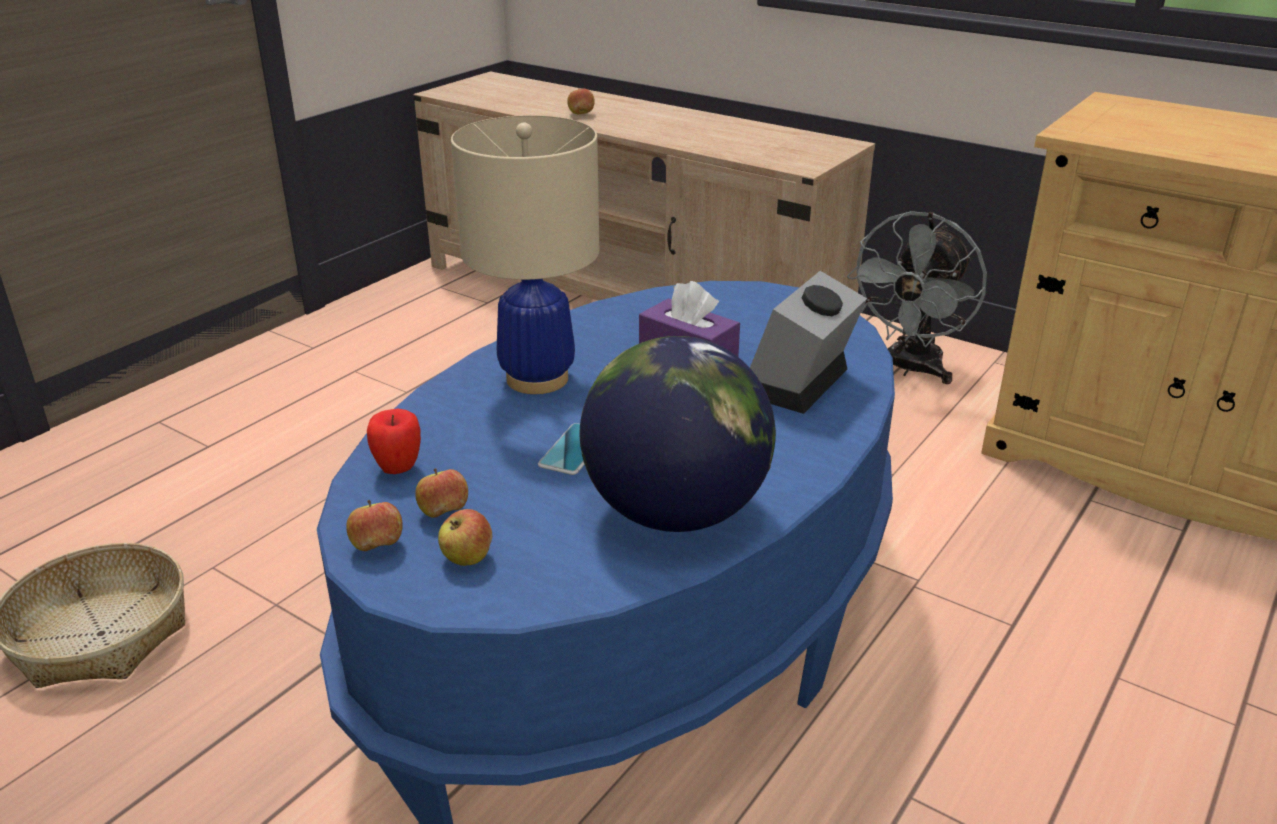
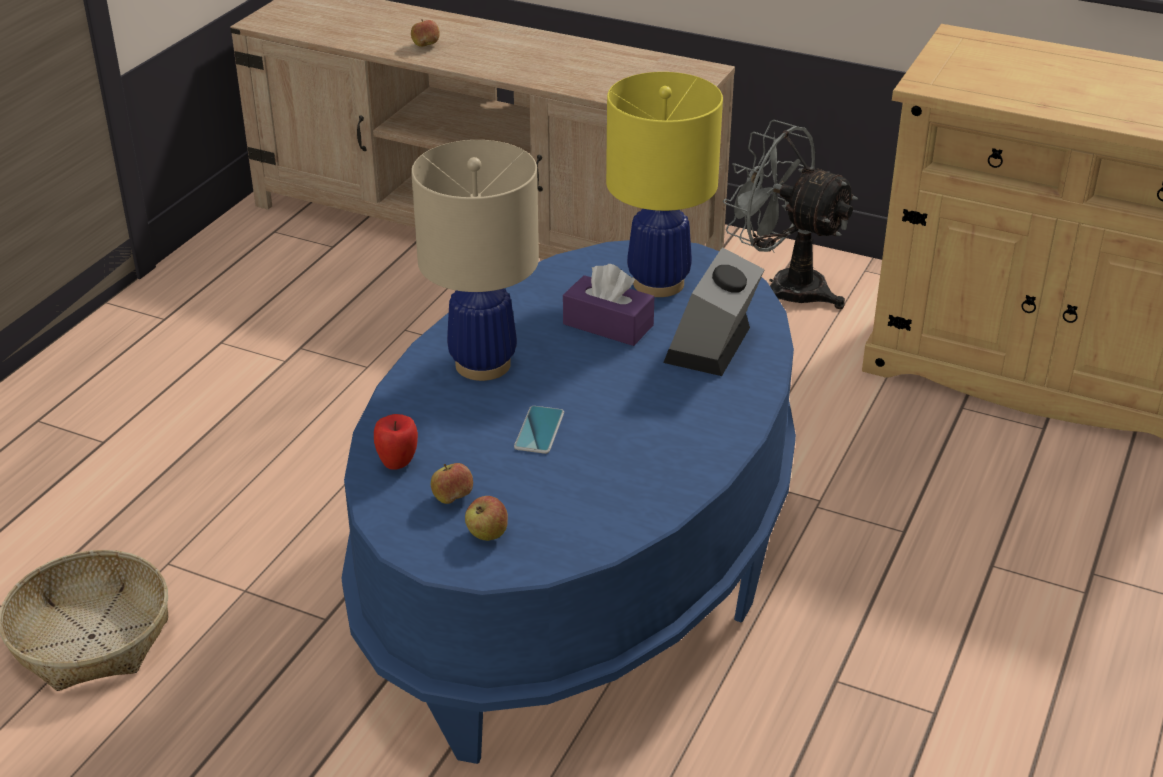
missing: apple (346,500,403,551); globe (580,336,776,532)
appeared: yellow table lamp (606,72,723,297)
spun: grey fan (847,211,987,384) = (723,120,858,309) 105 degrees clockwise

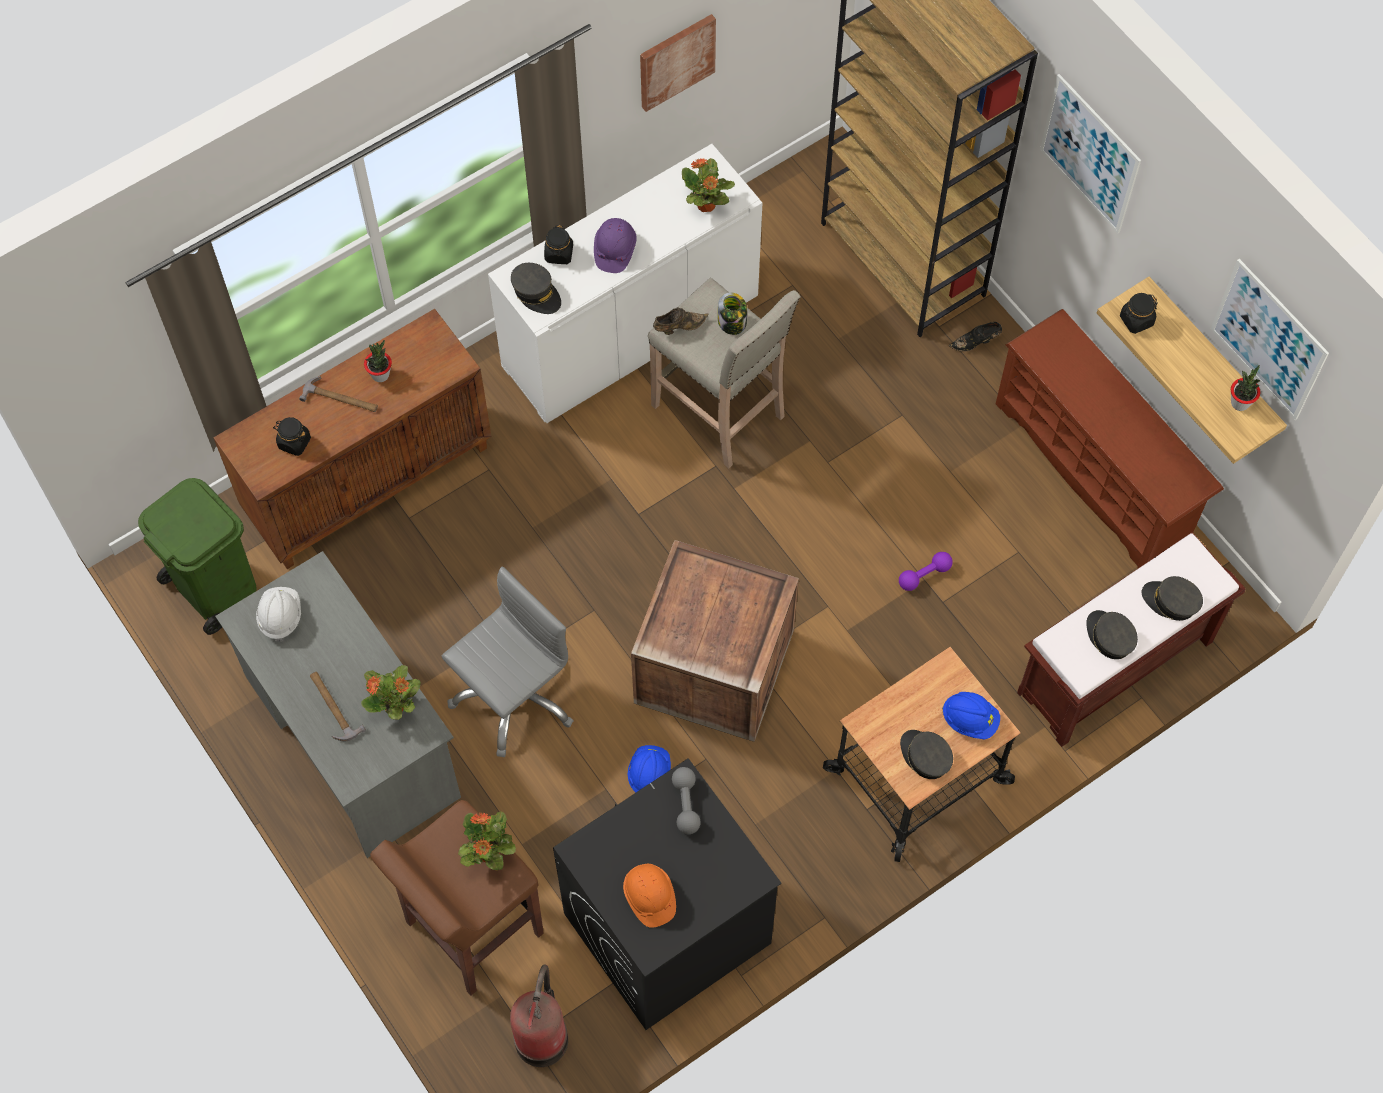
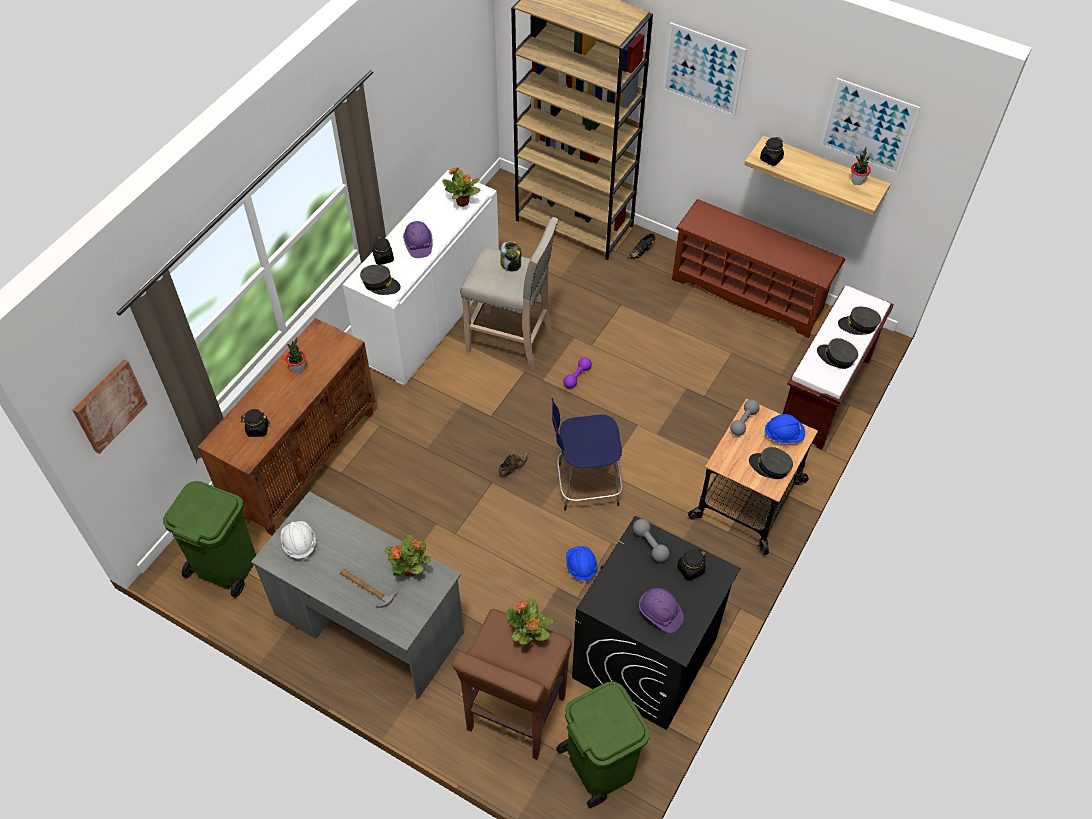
missing: hammer (299,376,378,412); grey office chair (442,566,573,757)
appeared: black jar (677,549,706,581); grey dumbbell (730,400,760,436)
relocated: picture (640,14,716,112) to (73,359,148,454); brown shoe (653,307,709,335) to (499,452,529,476); purple dumbbell (899,552,953,591) to (563,357,592,388)
exchanged: crate (631,540,799,742) to blue stool (552,398,623,511); fire extinguisher (510,965,568,1067) to green trash can (556,681,650,808)
colour: orange hard hat (623,864,676,928) to purple hard hat (639,588,684,633)

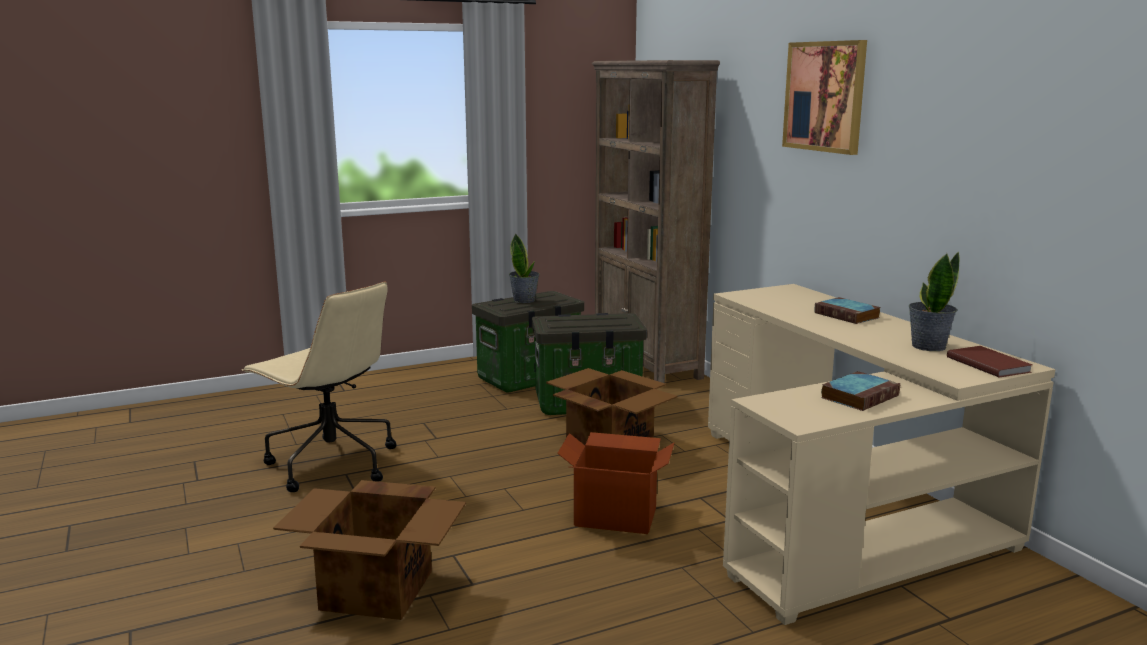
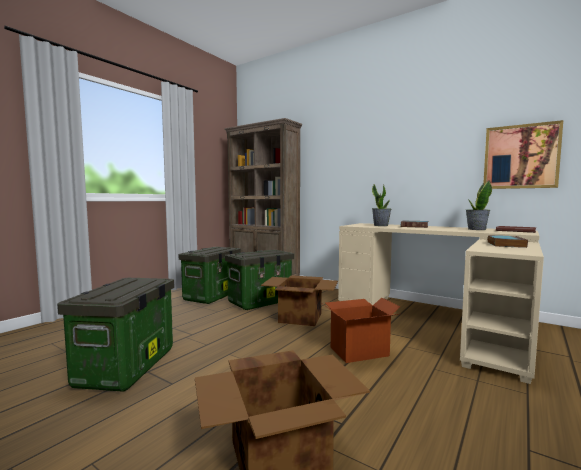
relocated: potted plant (509,233,540,303) to (372,184,391,226); picture (782,40,867,155) to (484,120,563,189)
exchanged: beige office chair (242,282,396,492) to storage box (57,278,174,392)

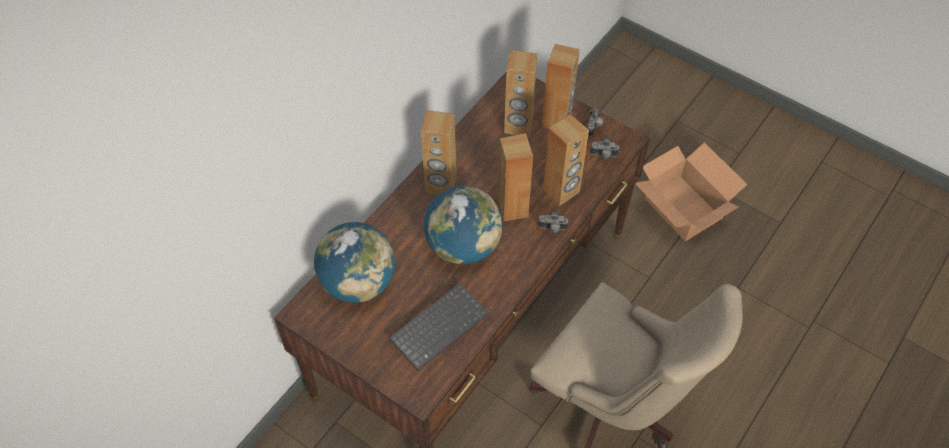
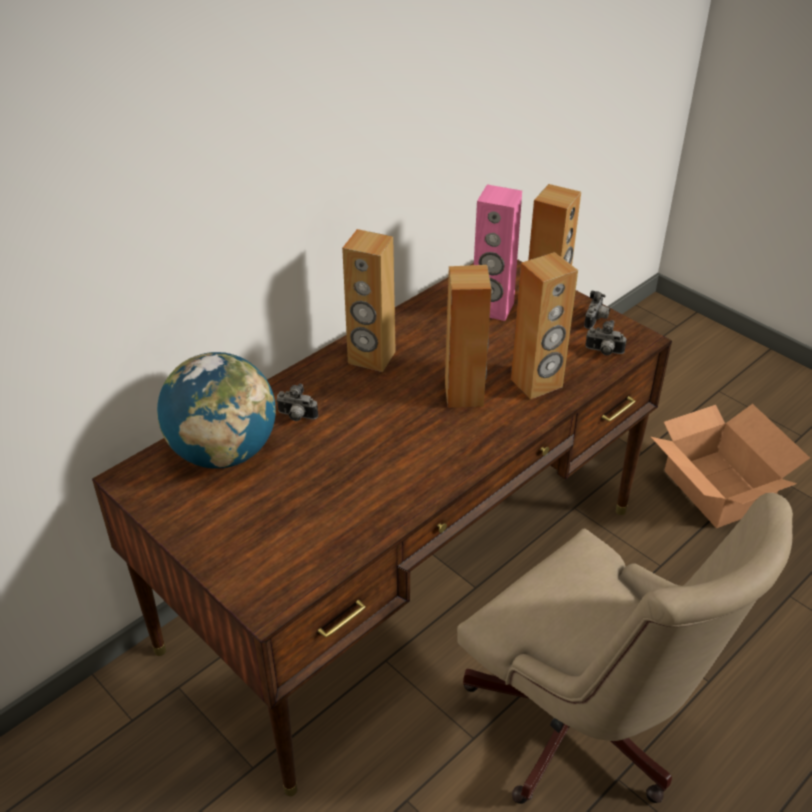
missing: keyboard (389,283,489,371); globe (424,186,503,264)
relocated: photo camera (538,209,569,234) to (276,384,318,421)
colour: brown speaker (504,50,537,137) to pink speaker (474,184,522,321)

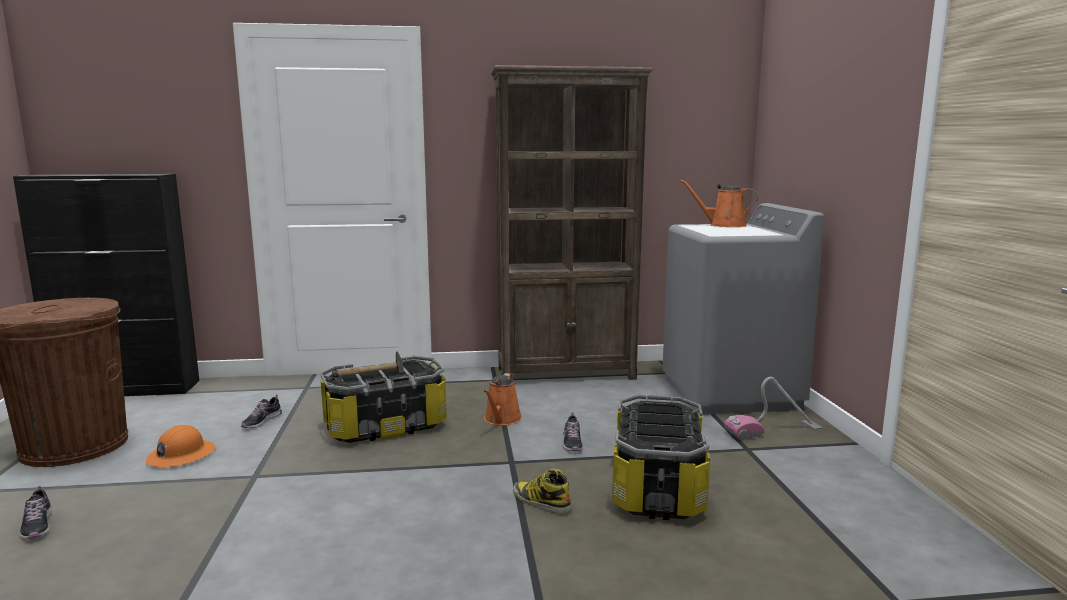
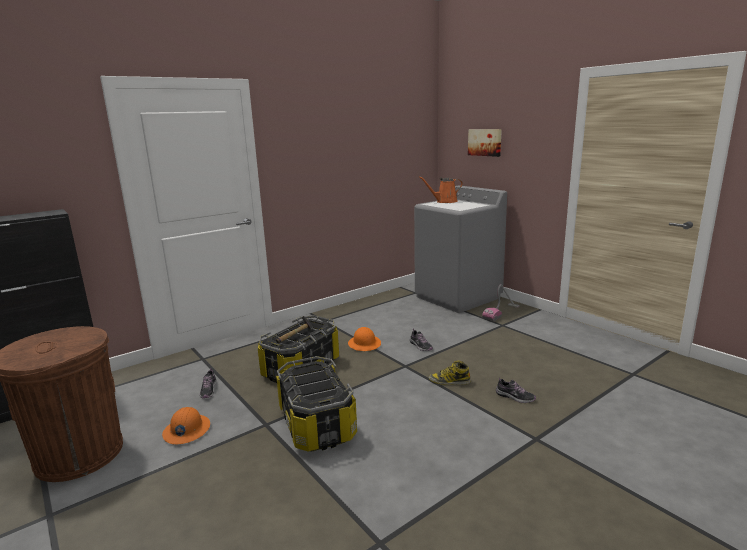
missing: brown bookcase (491,65,653,380)
appeared: picture (468,129,502,157)
relocated: storage box (613,395,710,520) to (276,356,357,452); shoe (19,486,52,540) to (496,377,536,403)
exchanged: orange watering can (484,373,522,426) to orange hard hat (348,327,381,351)

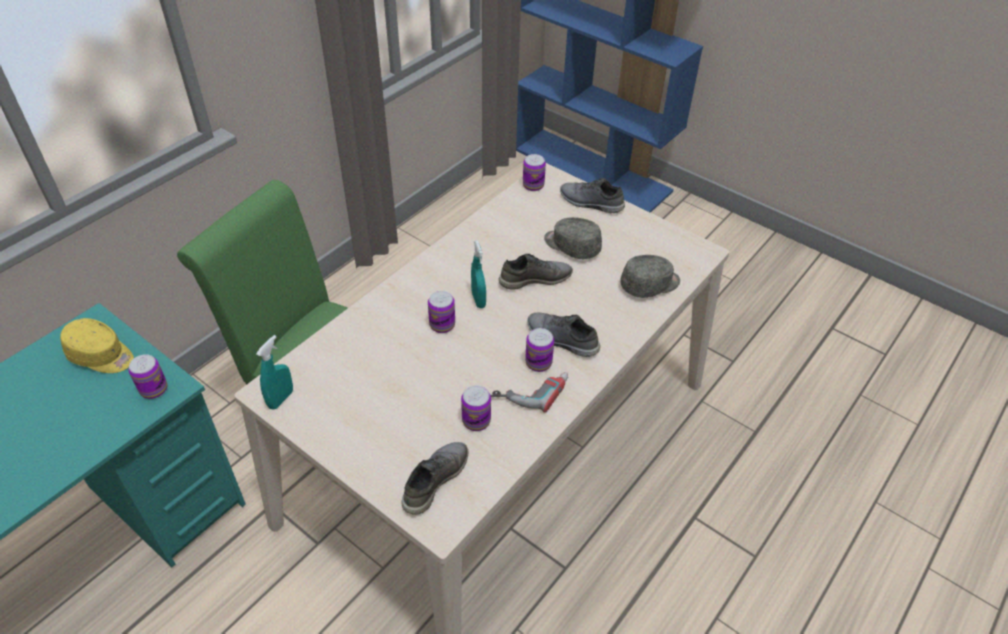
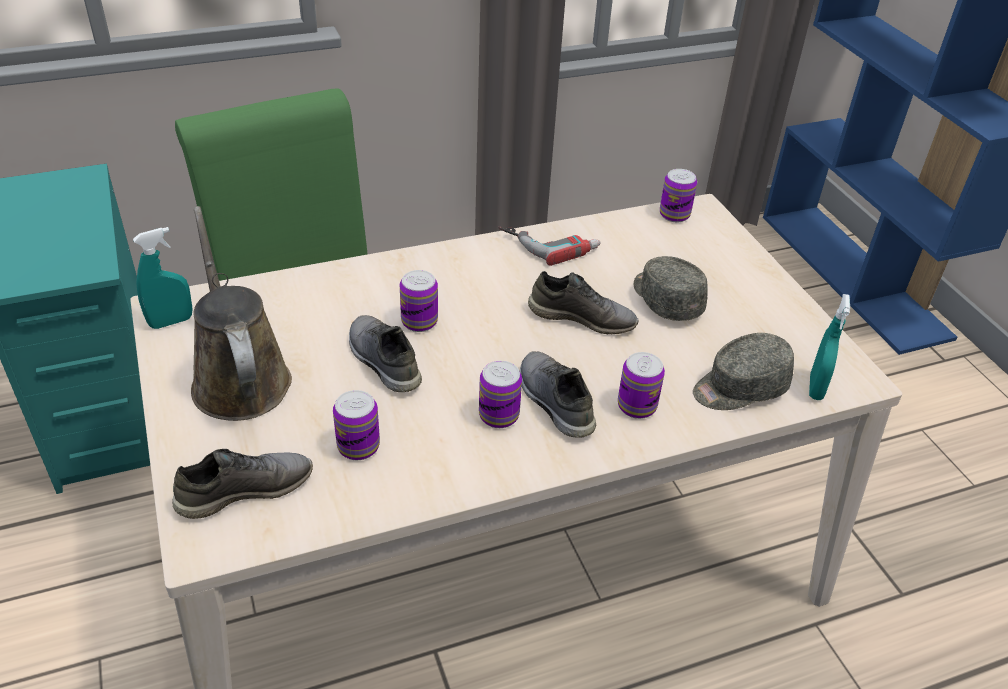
missing: yellow cap (60,318,134,373)
appeared: brown watering can (191,206,292,421)
relocated: grey shoe (560,178,625,213) to (349,315,422,392); power drill (491,372,568,413) to (498,226,601,266); can (128,354,167,399) to (618,352,665,419); turquoise spray bottle (471,240,486,308) to (809,294,850,400)
spun: grey cap (620,255,680,298) = (693,333,794,410) 150 degrees clockwise

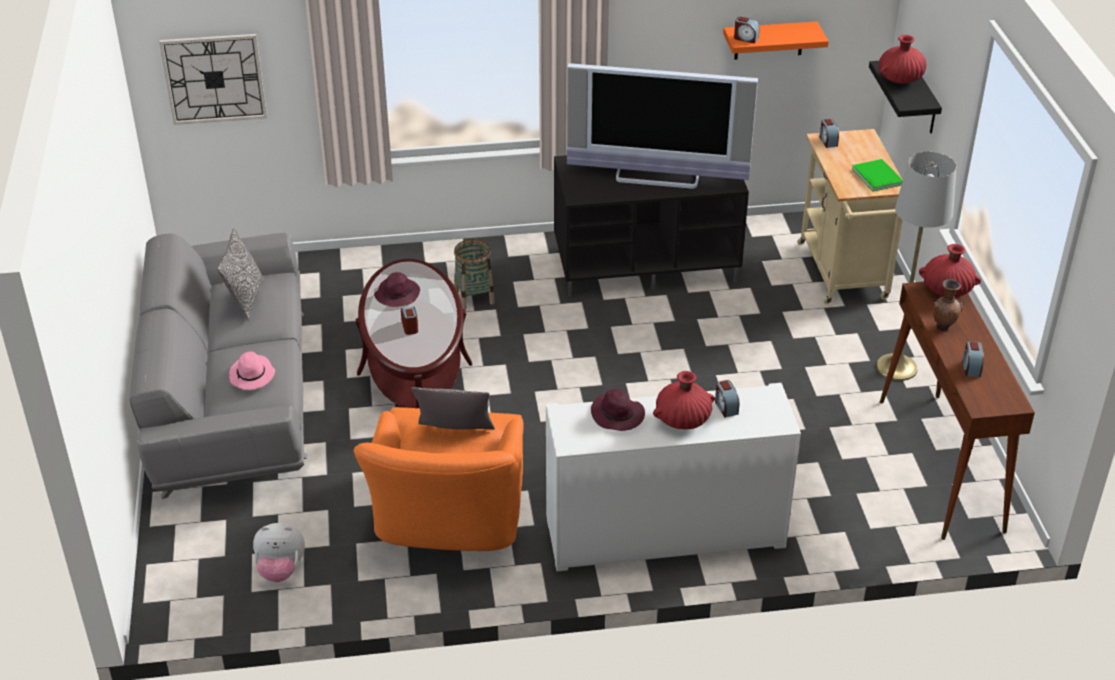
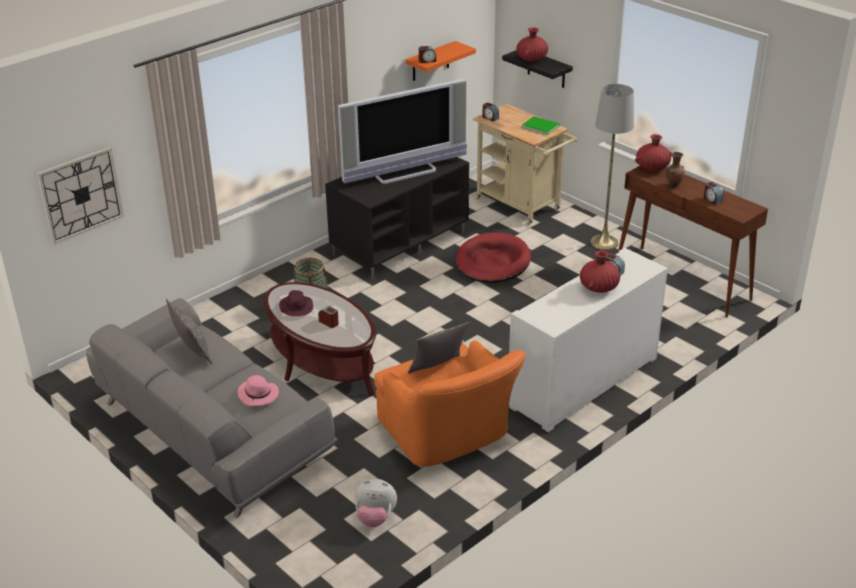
missing: purple hat (591,389,645,431)
appeared: red dog bed (456,233,531,283)
spun: plush toy (253,523,305,582) = (356,479,397,527) 45 degrees clockwise

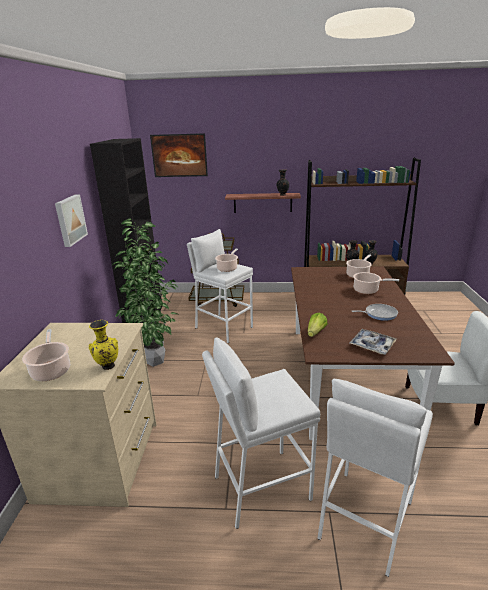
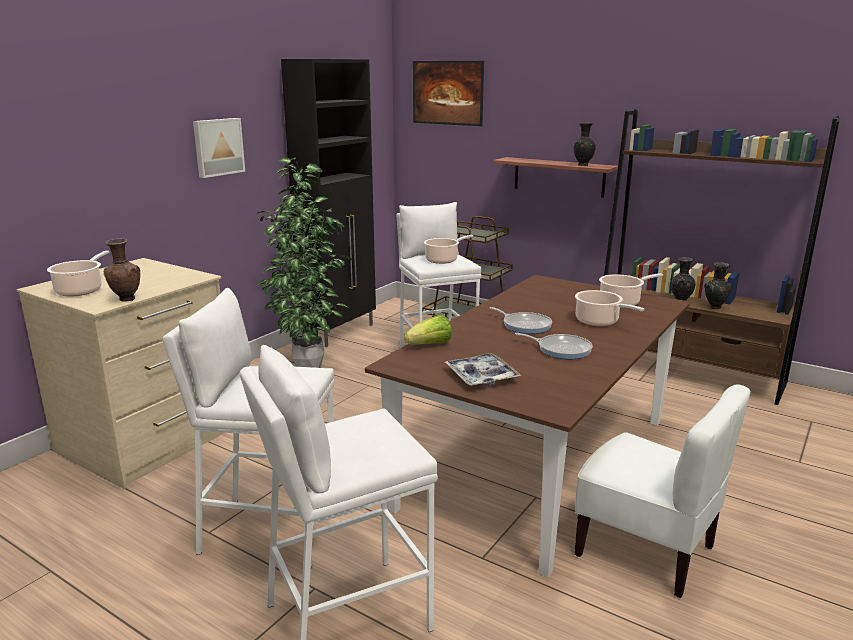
appeared: frying pan (490,307,552,334)
colour: yellow vase (89,320,118,370) to brown vase (104,239,140,302)

